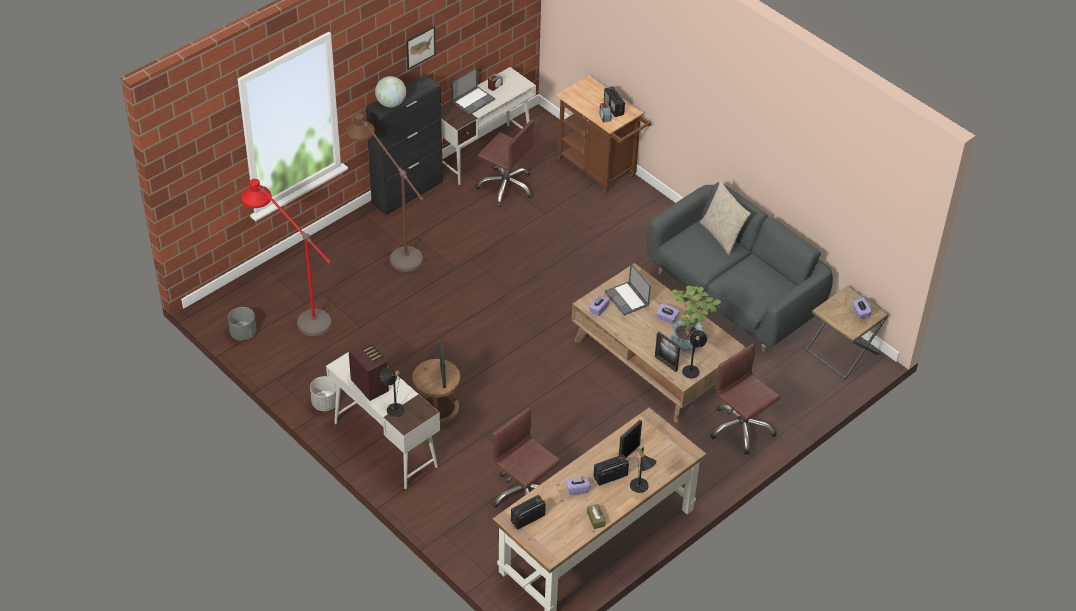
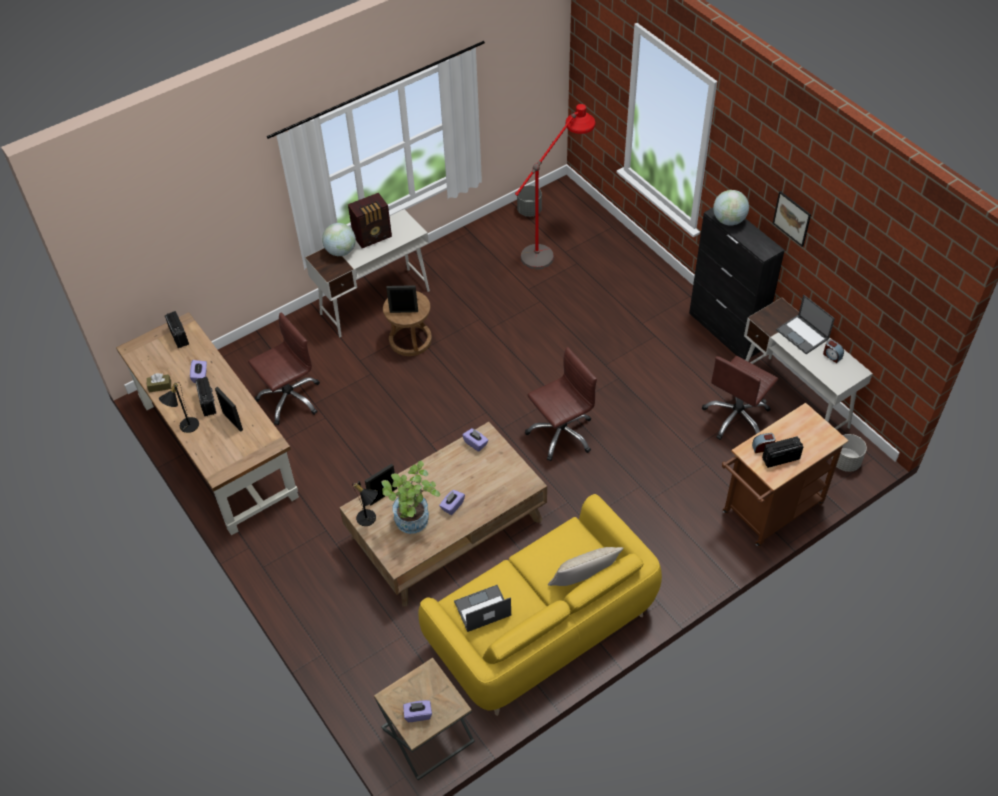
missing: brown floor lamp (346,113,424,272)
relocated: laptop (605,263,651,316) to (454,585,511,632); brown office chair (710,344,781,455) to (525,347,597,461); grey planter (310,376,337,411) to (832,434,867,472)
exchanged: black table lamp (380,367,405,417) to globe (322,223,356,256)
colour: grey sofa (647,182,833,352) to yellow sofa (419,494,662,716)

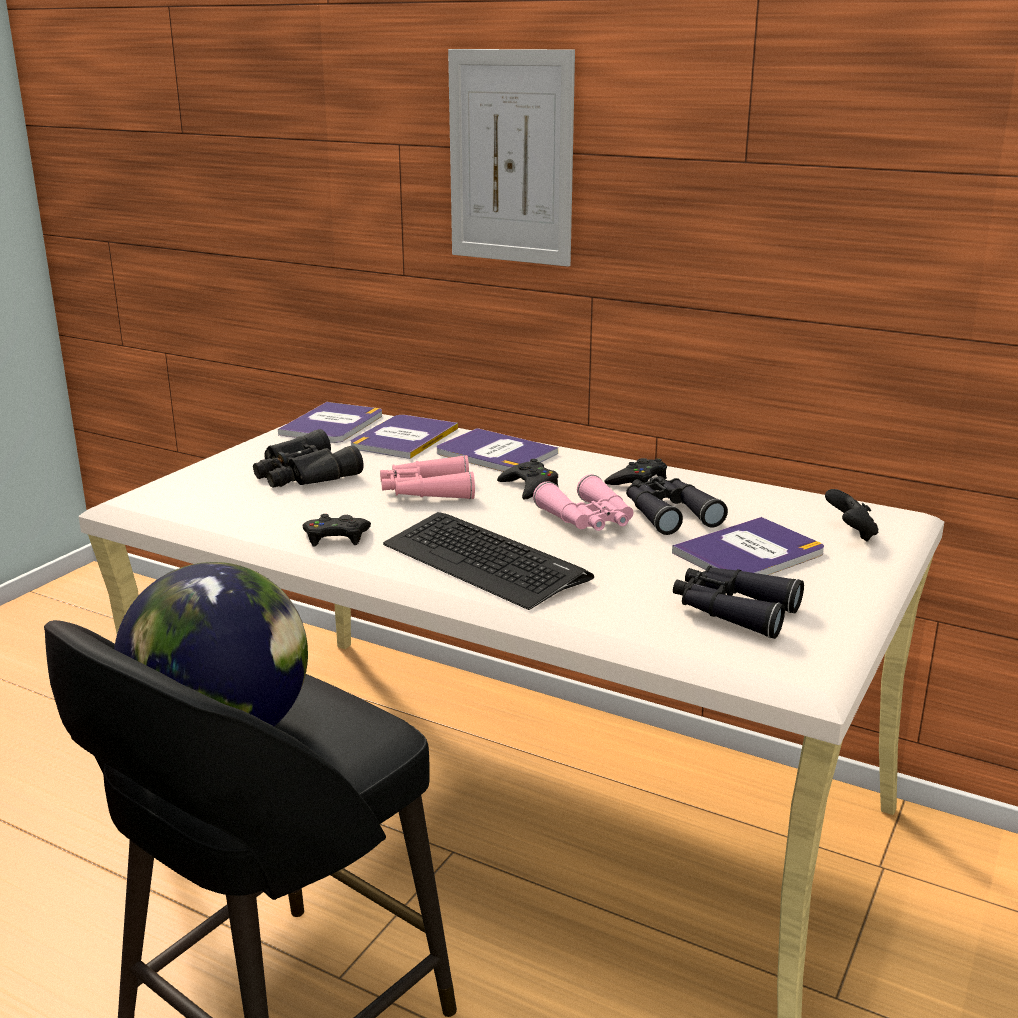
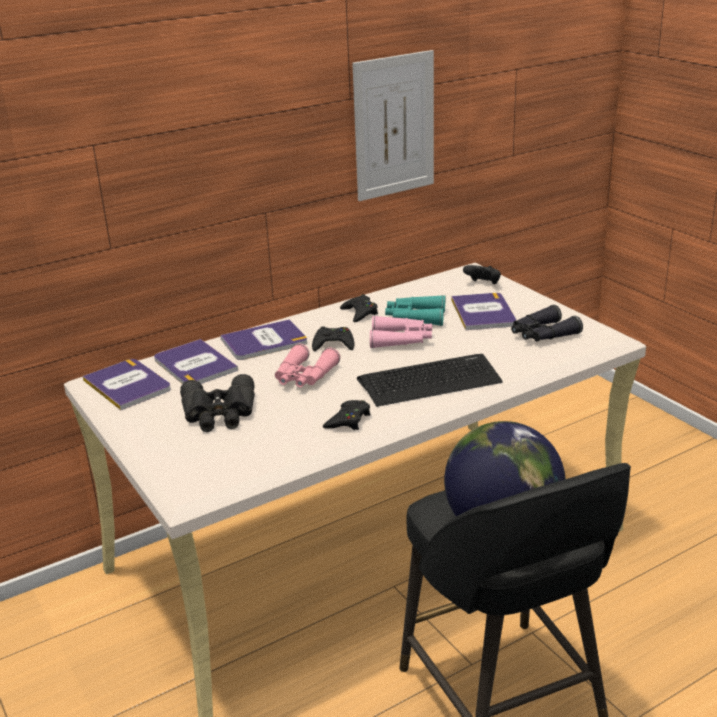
relocated: picture (448,49,575,267) to (352,50,434,201)
colour: black binoculars (626,476,728,535) to turquoise binoculars (385,295,445,326)

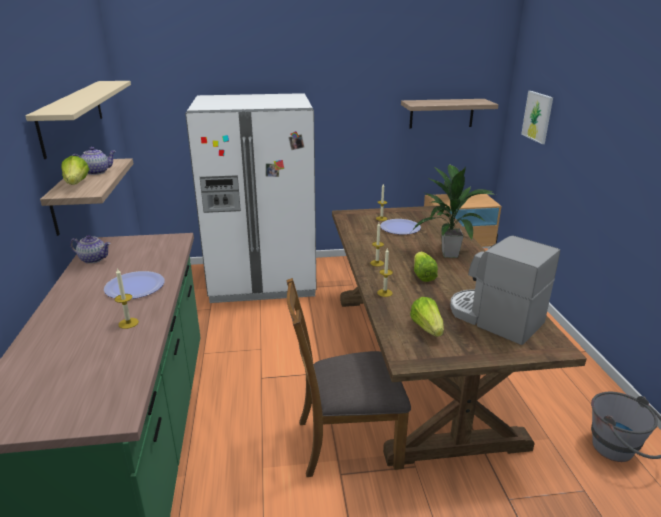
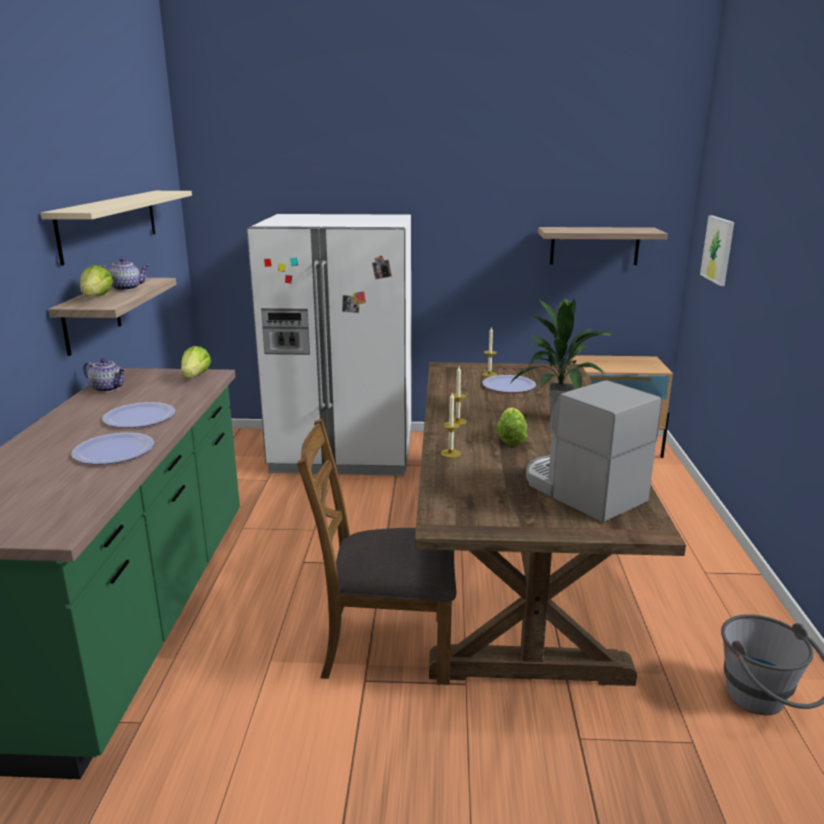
relocated: lettuce (410,297,444,337) to (181,346,212,378)
exchanged: candle (115,268,139,329) to plate (71,432,154,464)

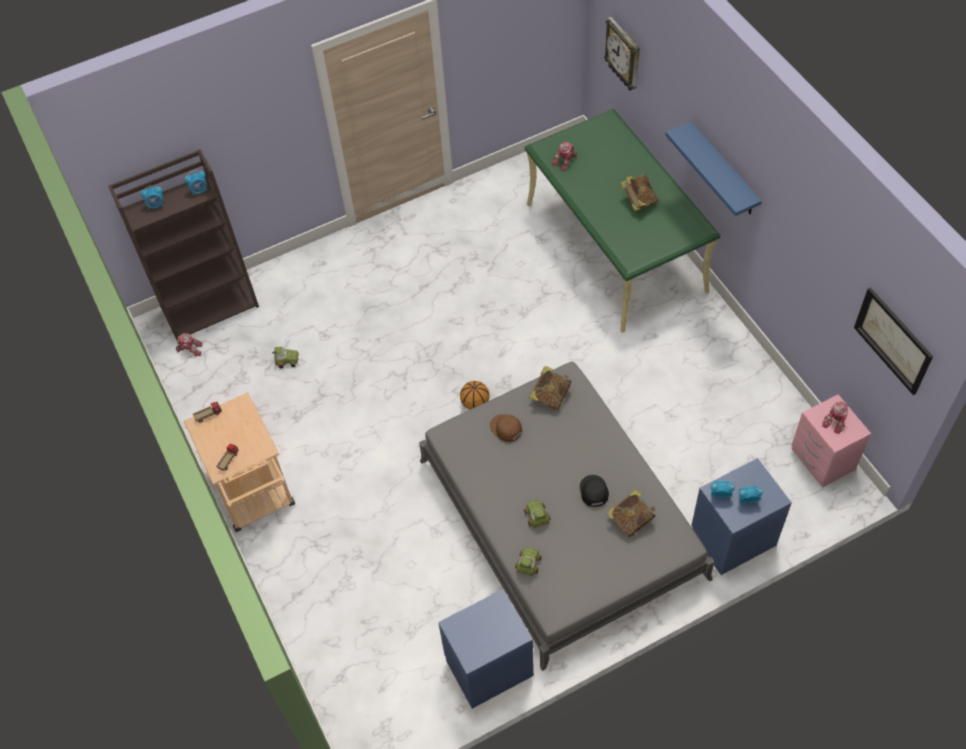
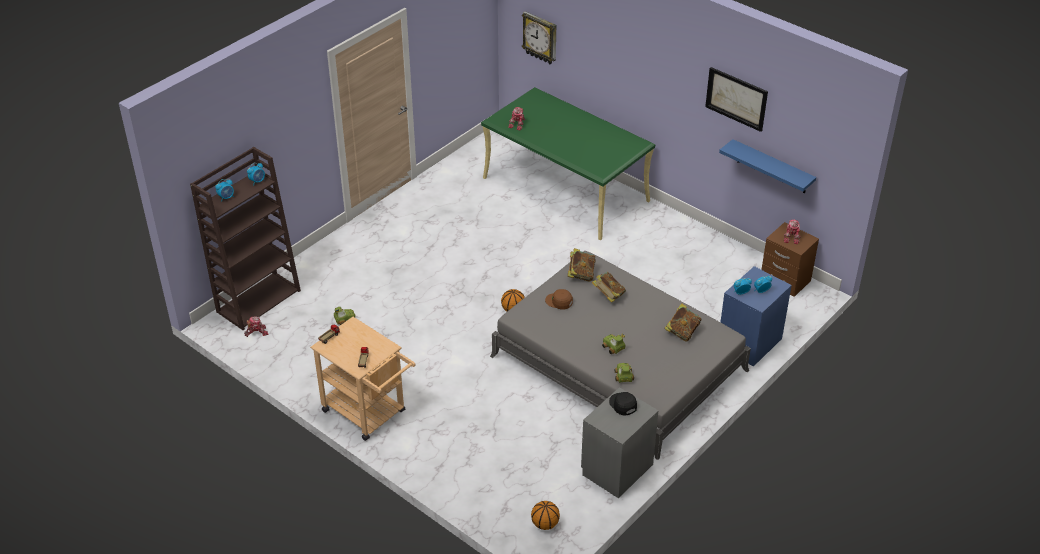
appeared: basketball (531,501,560,530)
relocated: book (620,174,659,211) to (592,272,626,303); black cap (580,475,609,507) to (609,392,637,416); picture (854,287,933,395) to (705,67,768,132); blue shelf (665,121,762,216) to (719,139,816,193)
colour: blue nightstand (438,589,534,709) to grey nightstand (581,387,659,498); pink nightstand (792,394,871,488) to brown nightstand (761,222,819,297)

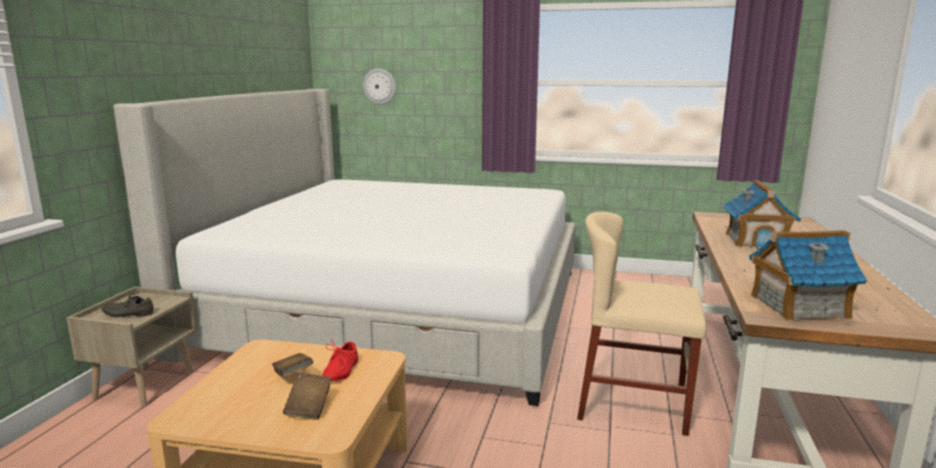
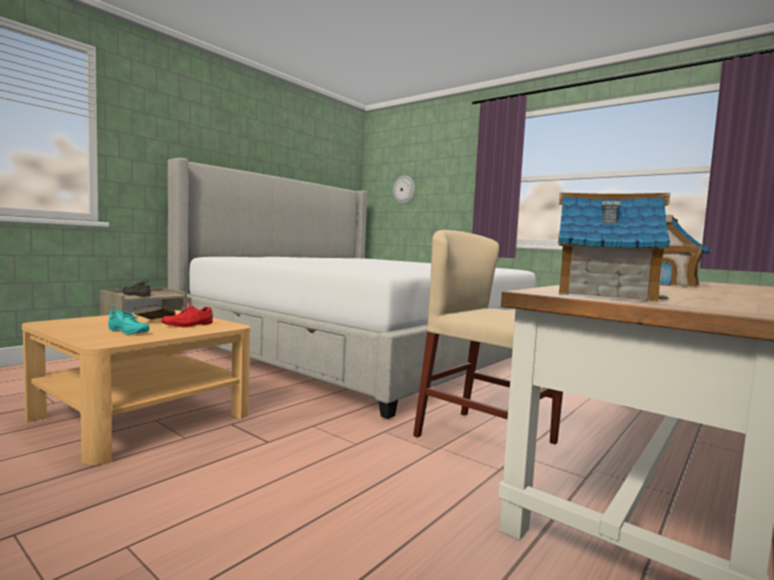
exchanged: brown book (283,373,331,420) to turquoise shoe (107,303,150,335)

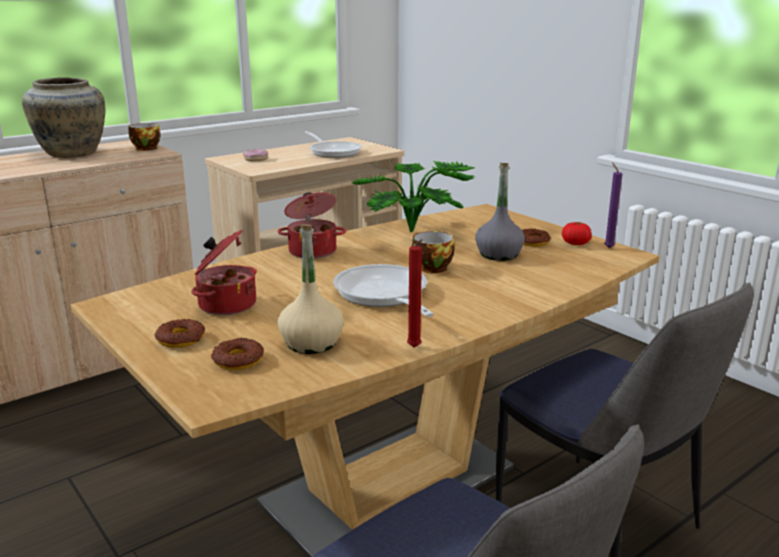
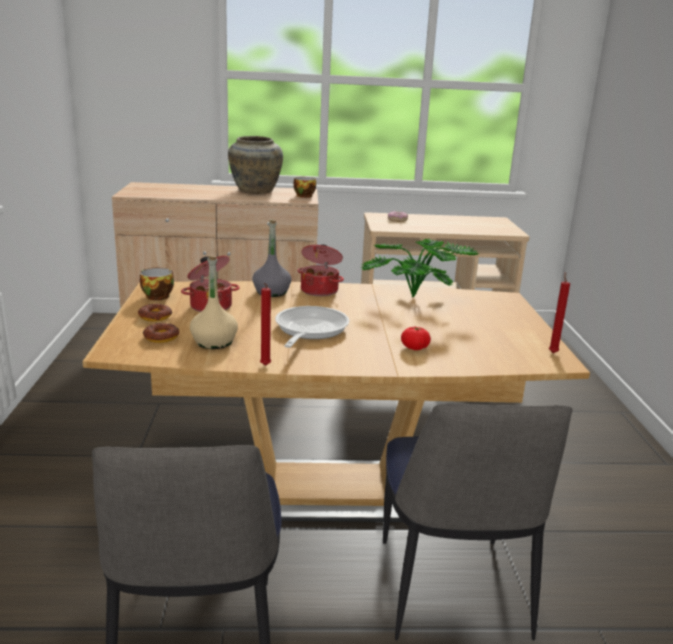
missing: frying pan (305,131,362,158); donut (522,228,551,247)
relocated: cup (412,231,455,273) to (140,268,174,300); grey bottle (475,163,525,261) to (252,220,291,297); tomato (562,222,592,245) to (401,327,431,350)
colour: purple candle (604,163,623,248) to red candle (549,272,570,353)

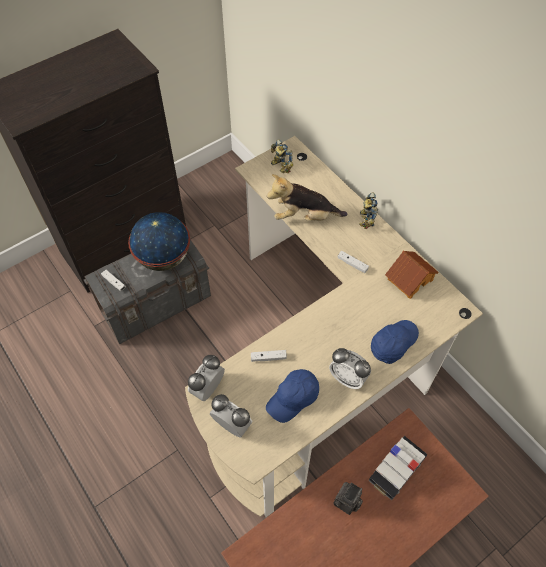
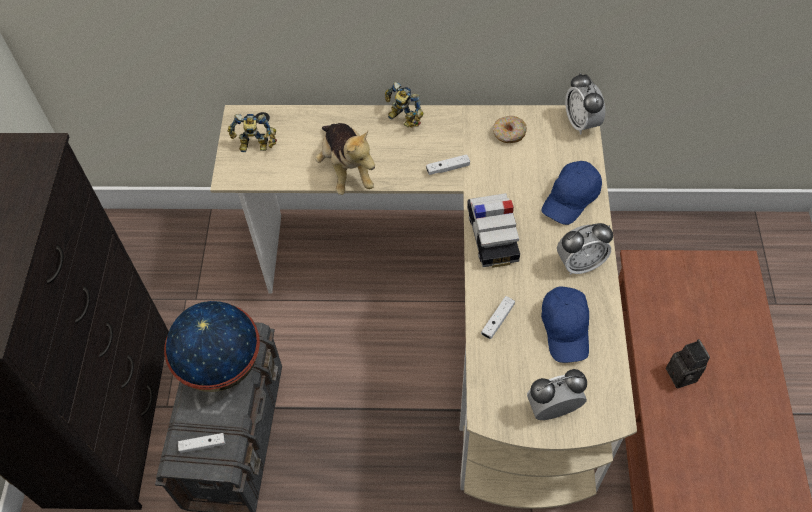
relocated: toy car (369,436,428,500) to (467,193,520,268); alarm clock (188,355,225,401) to (565,73,605,135)
exchanged: toy house (385,250,439,299) to donut (493,116,527,143)
spun: plush toy (267,174,347,221) = (315,123,375,195) 60 degrees counterclockwise; blue cap (371,320,419,364) = (541,161,602,225) 135 degrees counterclockwise

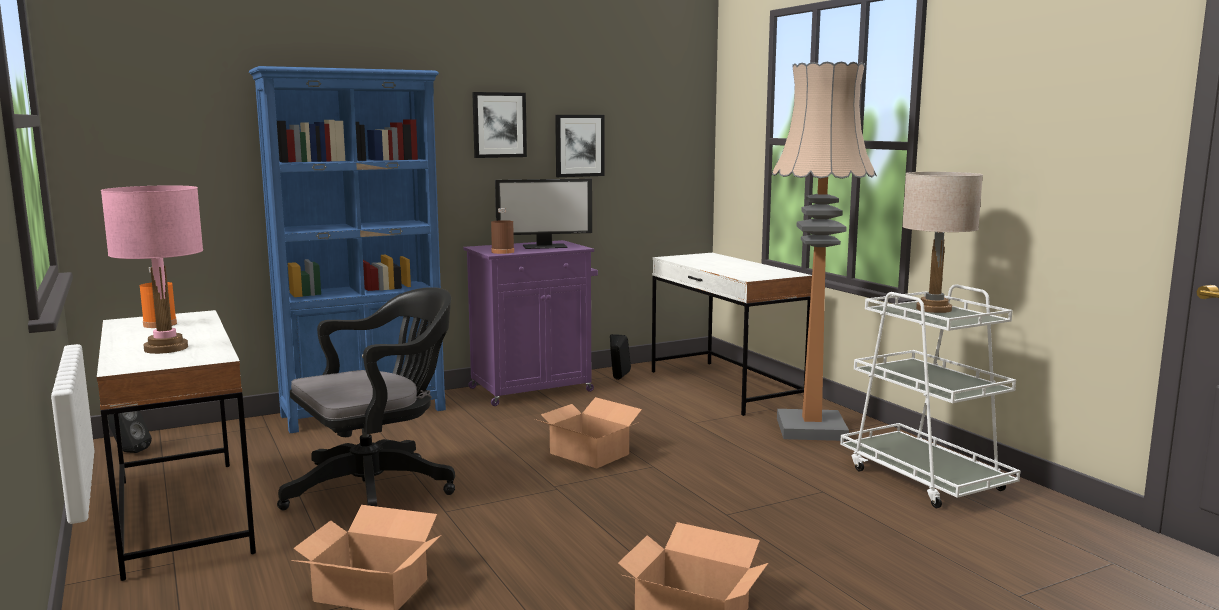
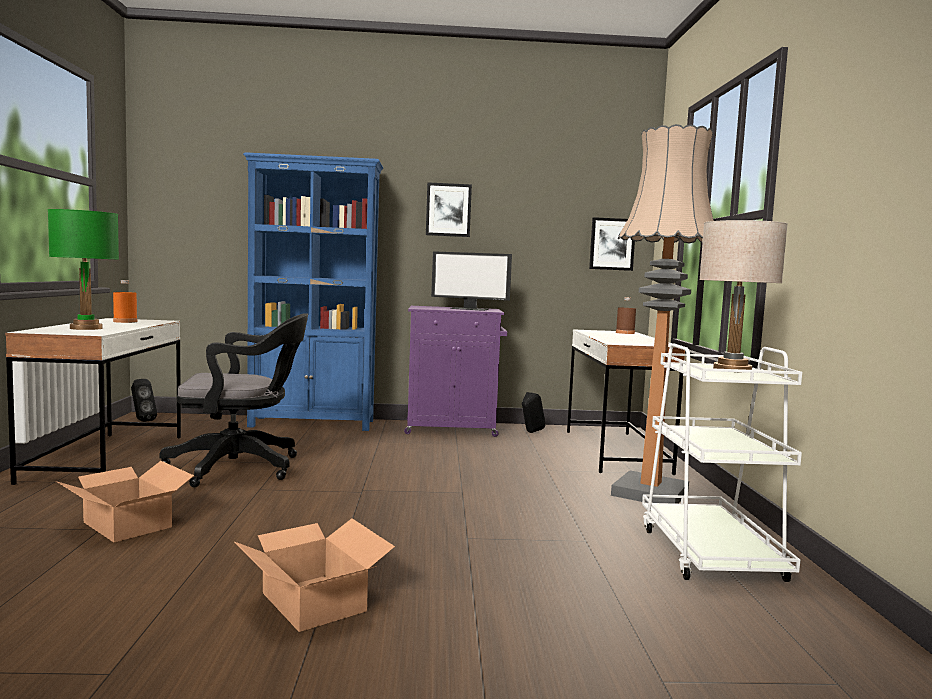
missing: cardboard box (535,397,642,469)
relocated: picture (555,115,604,177) to (589,217,635,271); brown bottle (491,208,514,254) to (616,297,636,334)
colour: pink table lamp (101,185,203,354) to green table lamp (48,209,119,330)

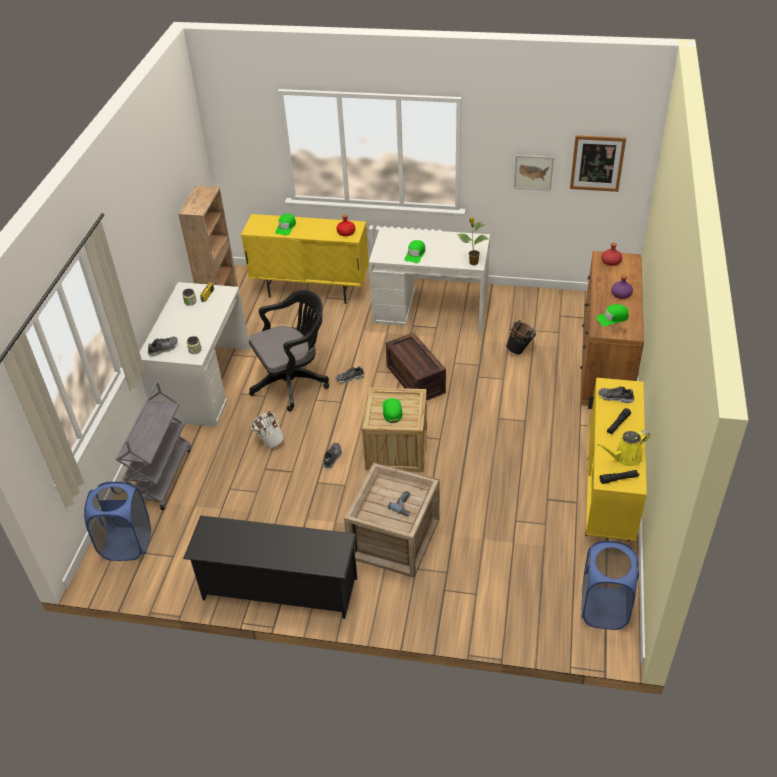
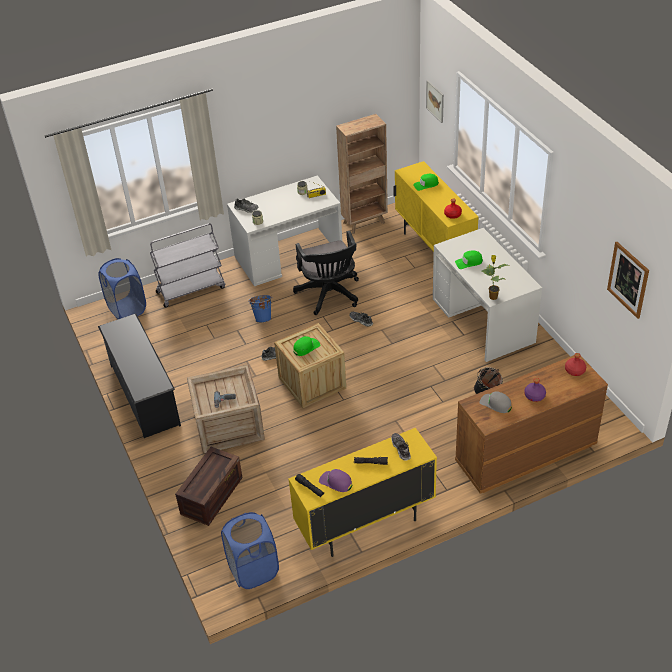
relocated: crate (386,332,446,400) to (175,447,243,526); picture (514,155,554,191) to (426,80,444,123)
exchanged: yellow watering can (597,430,650,466) to purple cap (319,469,352,492)
colour: white bucket (251,410,284,448) to blue bucket (248,295,272,323); green cap (596,304,629,326) to grey cap (479,391,512,413)
spun: black office chair (249,290,329,411) = (293,231,359,315) 45 degrees clockwise

